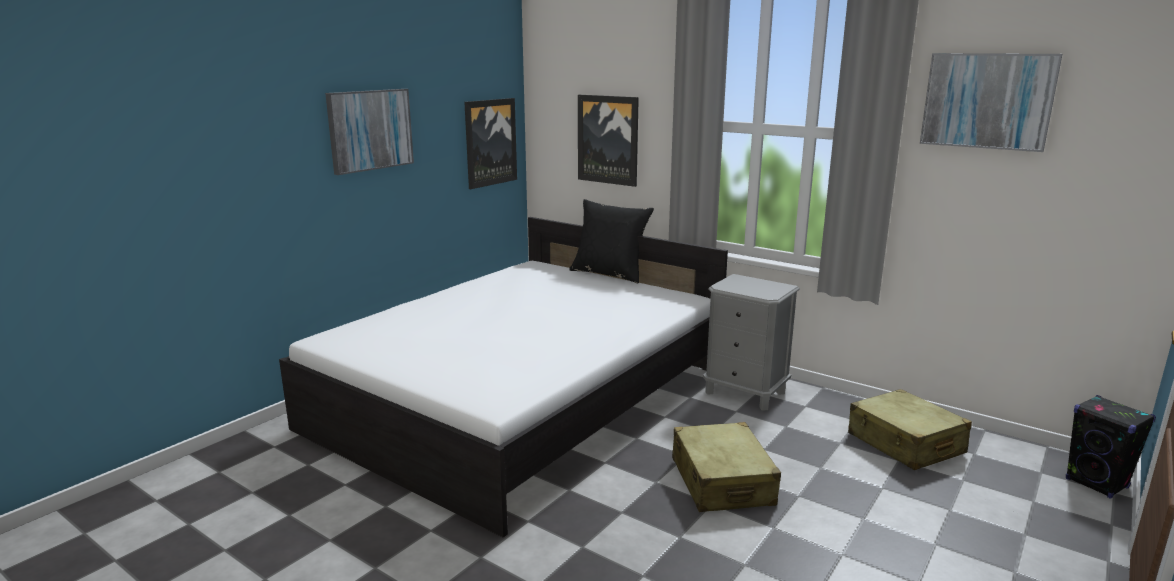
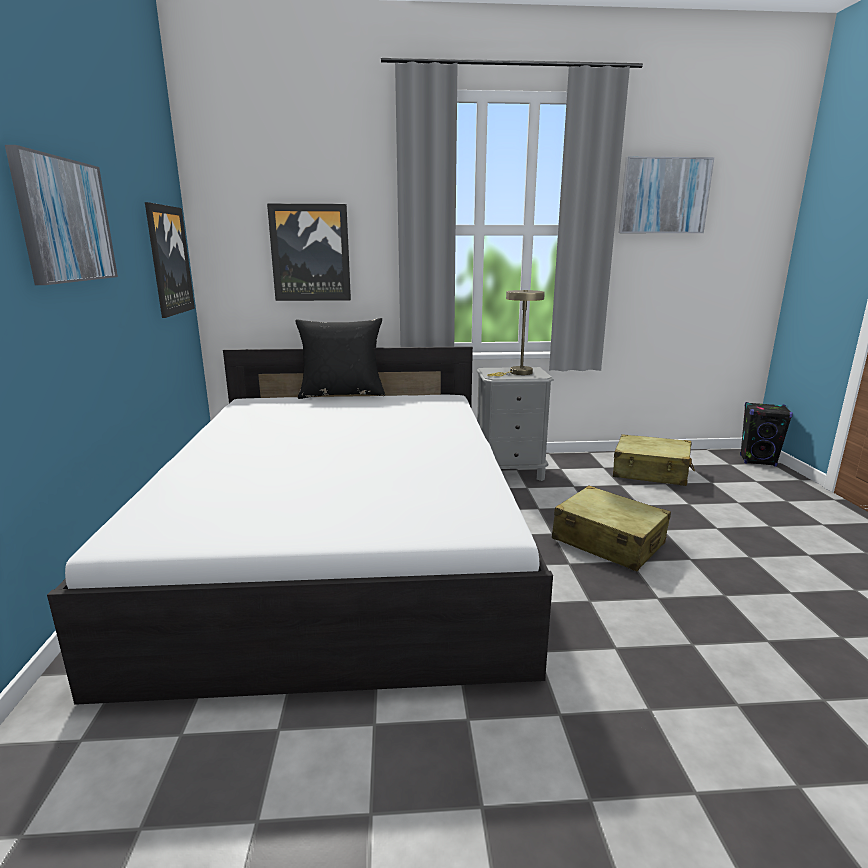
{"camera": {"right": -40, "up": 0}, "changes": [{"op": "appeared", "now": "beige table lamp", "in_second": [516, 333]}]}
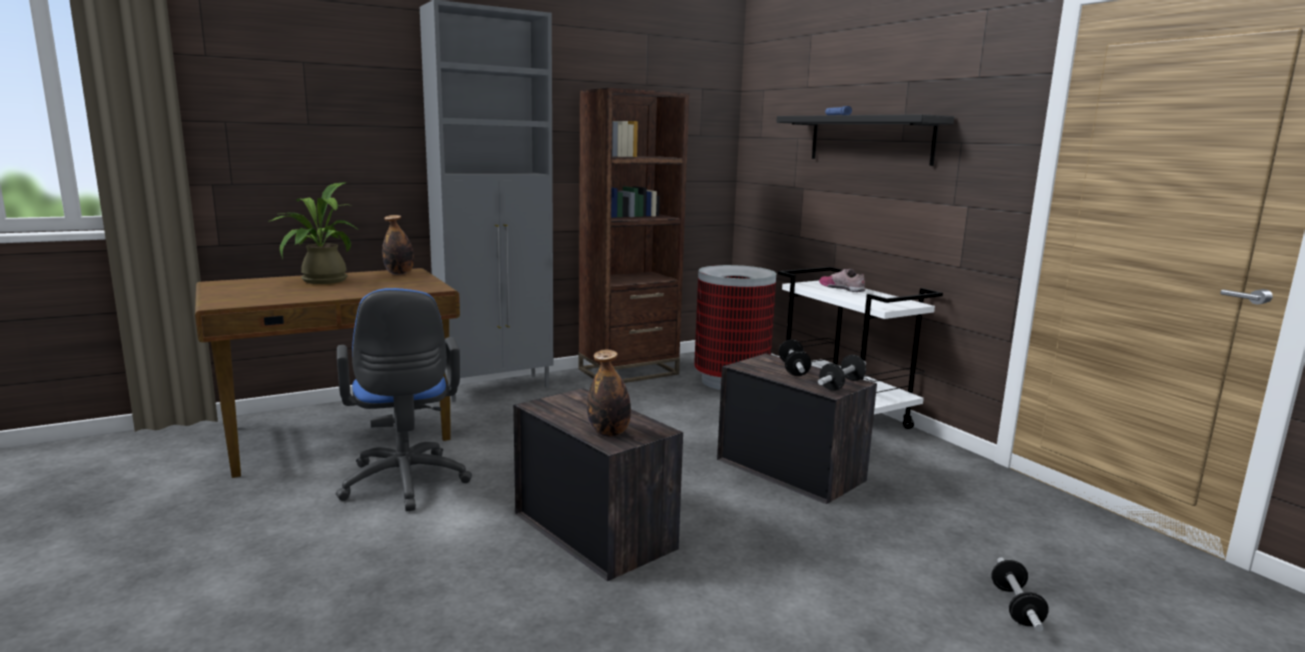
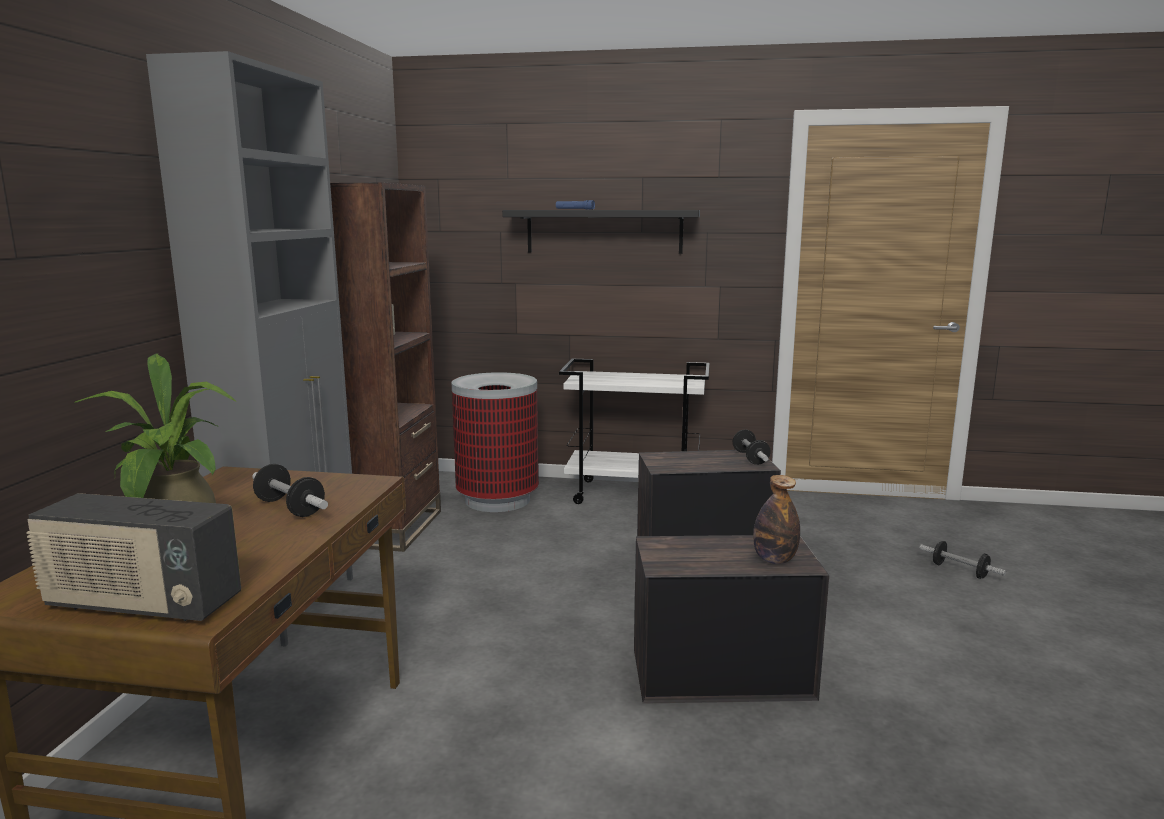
{"camera": {"right": -50, "up": 0}, "changes": [{"op": "appeared", "now": "radio", "in_second": [133, 557]}, {"op": "relocated", "was": "dumbbell", "in_first": [795, 357], "in_second": [290, 490]}, {"op": "missing", "was": "blue office chair", "in_first": [404, 399]}, {"op": "missing", "was": "bottle", "in_first": [398, 245]}, {"op": "missing", "was": "shoe", "in_first": [842, 280]}]}
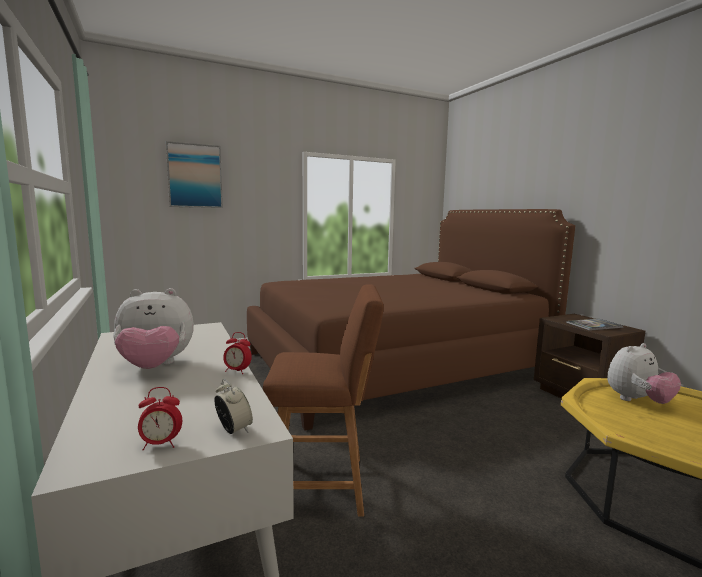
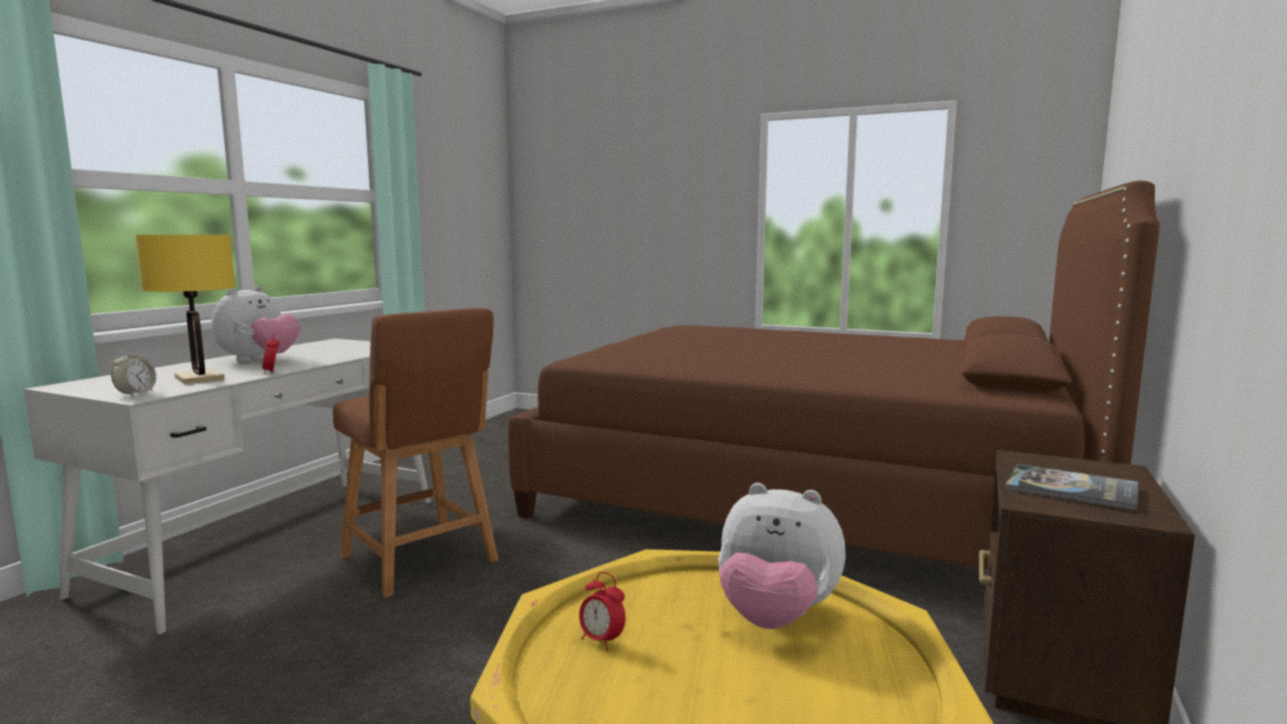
{"camera": {"right": 50, "up": 0}, "changes": [{"op": "appeared", "now": "yellow table lamp", "in_second": [185, 309]}, {"op": "spun", "was": "plush toy", "in_first": [153, 328], "in_second": [256, 324], "clockwise": -105}, {"op": "relocated", "was": "alarm clock", "in_first": [160, 419], "in_second": [602, 611]}, {"op": "missing", "was": "picture", "in_first": [194, 174]}]}
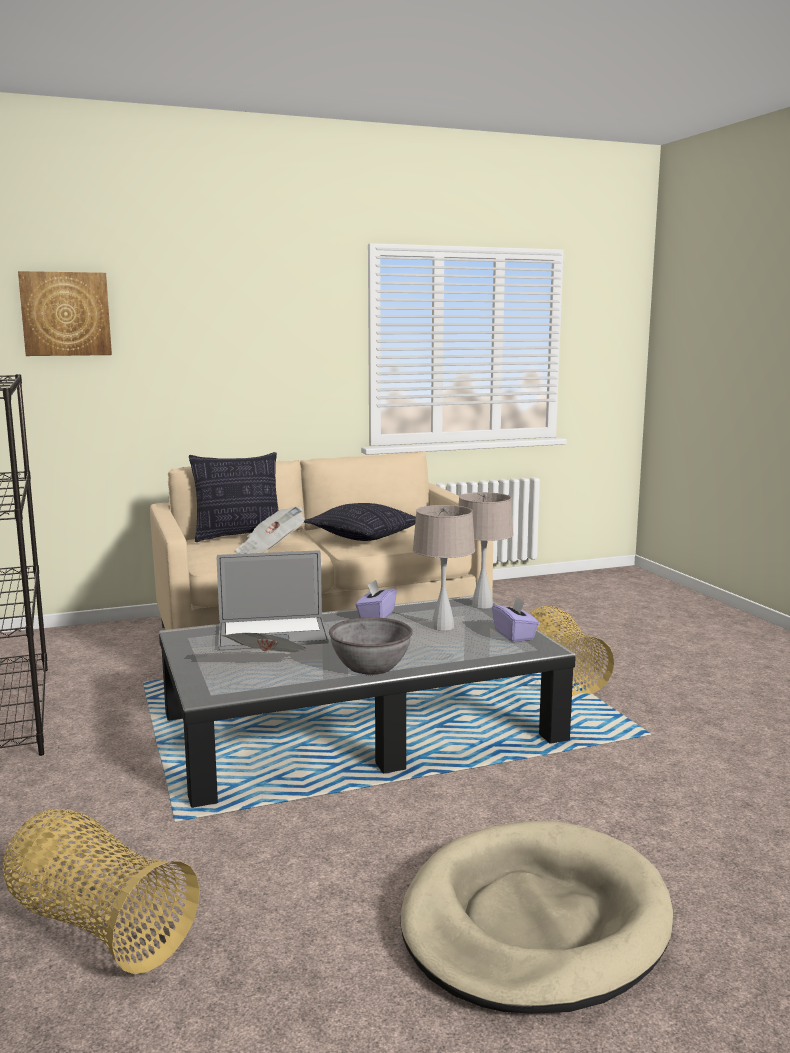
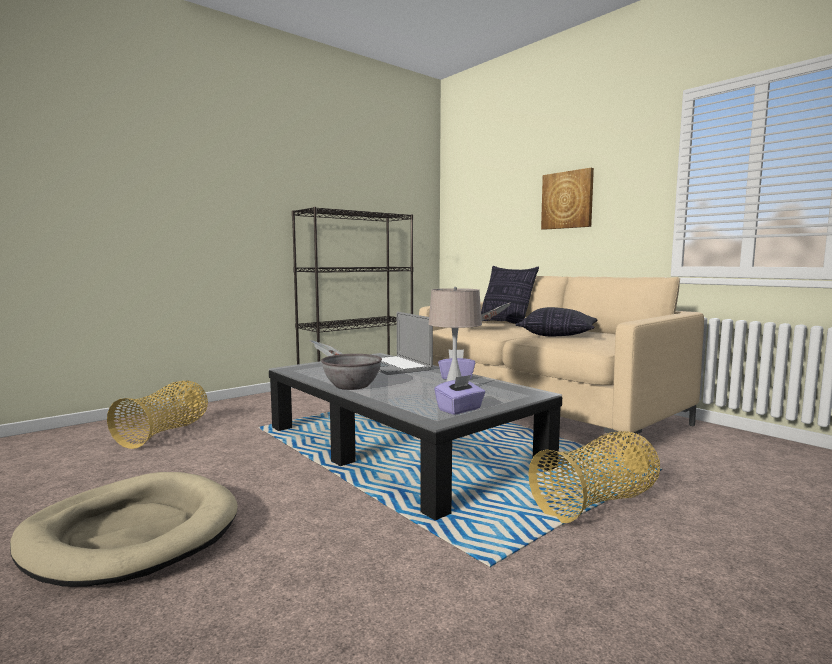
{"camera": {"right": 70, "up": -5}, "changes": [{"op": "relocated", "was": "picture", "in_first": [65, 313], "in_second": [567, 199]}, {"op": "missing", "was": "beige table lamp", "in_first": [485, 550]}]}
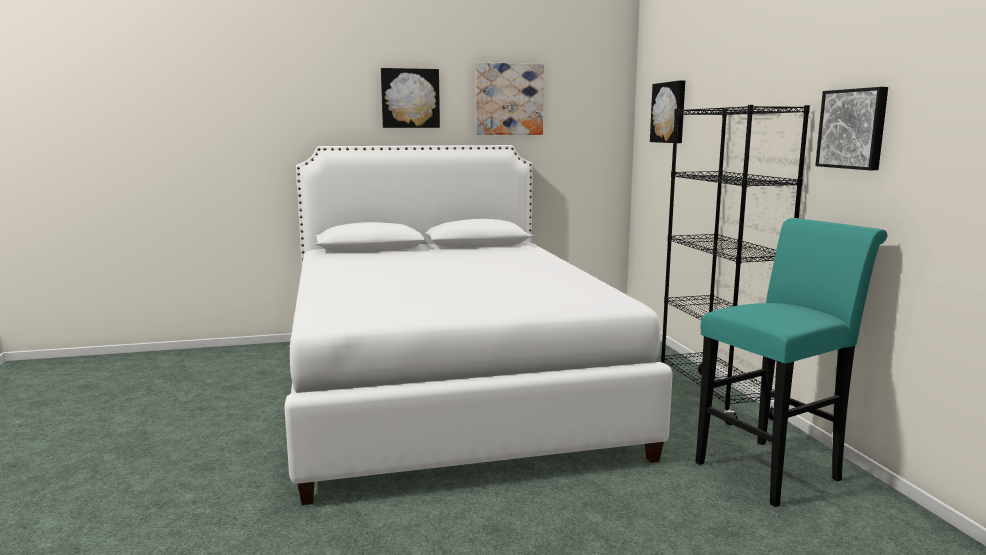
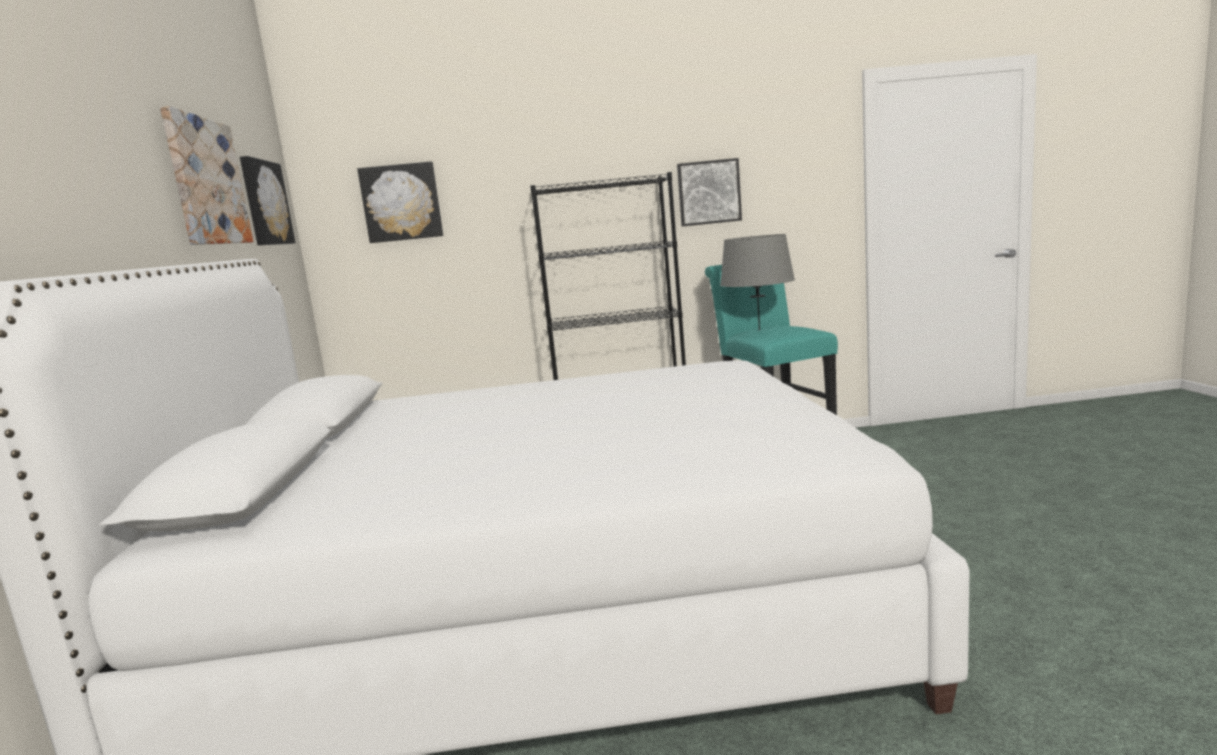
{"camera": {"right": -80, "up": 0}, "changes": [{"op": "relocated", "was": "picture", "in_first": [410, 98], "in_second": [267, 200]}, {"op": "appeared", "now": "grey table lamp", "in_second": [757, 282]}]}
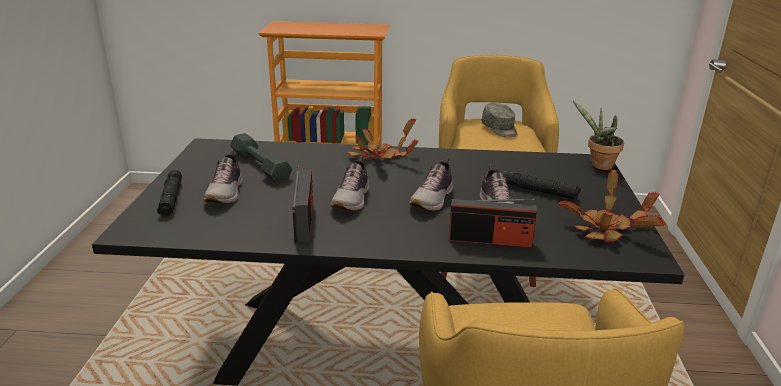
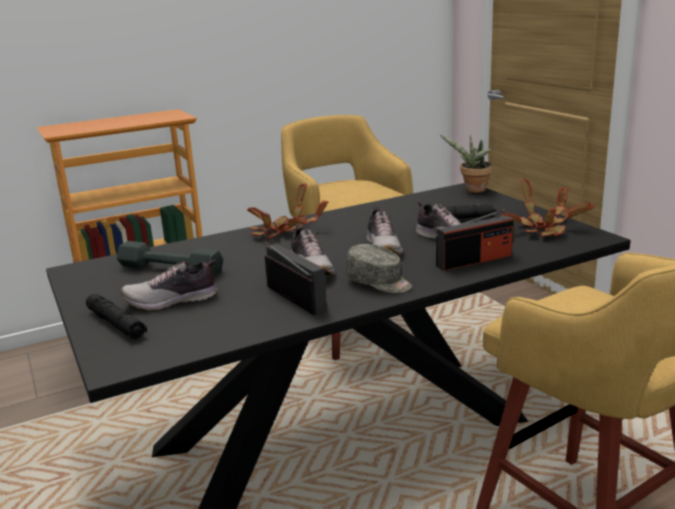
{"camera": {"right": -30, "up": -5}, "changes": [{"op": "spun", "was": "shoe", "in_first": [223, 176], "in_second": [169, 285], "clockwise": 105}, {"op": "relocated", "was": "grey cap", "in_first": [499, 120], "in_second": [379, 268]}]}
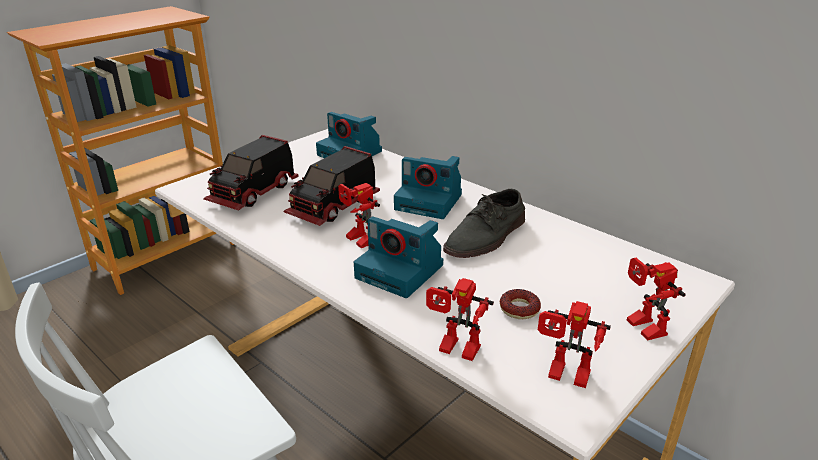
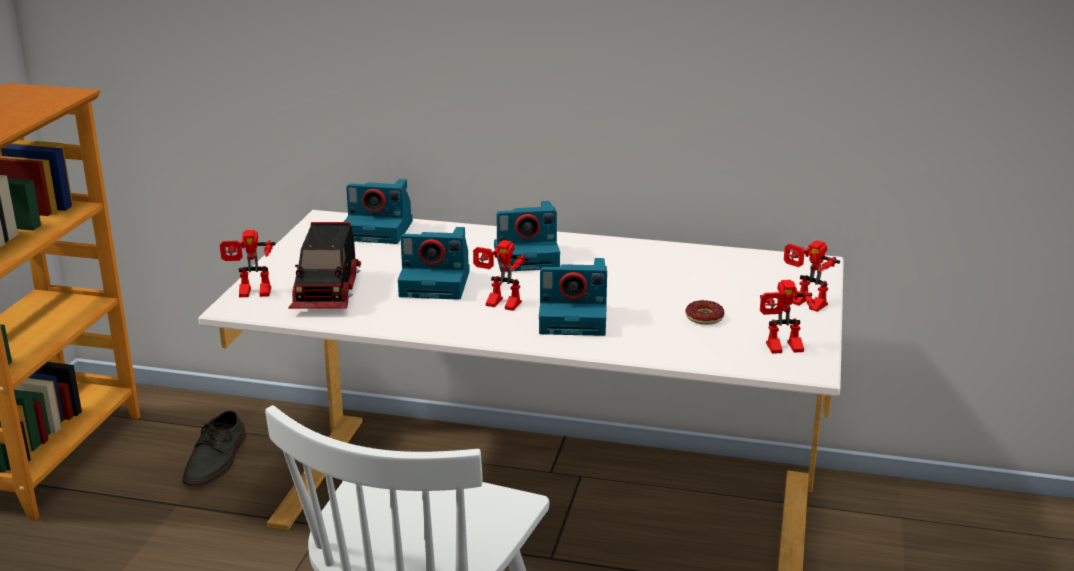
{"camera": {"right": -30, "up": -5}, "changes": [{"op": "relocated", "was": "grey shoe", "in_first": [484, 223], "in_second": [214, 448]}, {"op": "relocated", "was": "toy robot", "in_first": [460, 319], "in_second": [247, 263]}, {"op": "exchanged", "was": "toy truck", "now": "photo camera", "in_first": [331, 186], "in_second": [434, 263]}]}
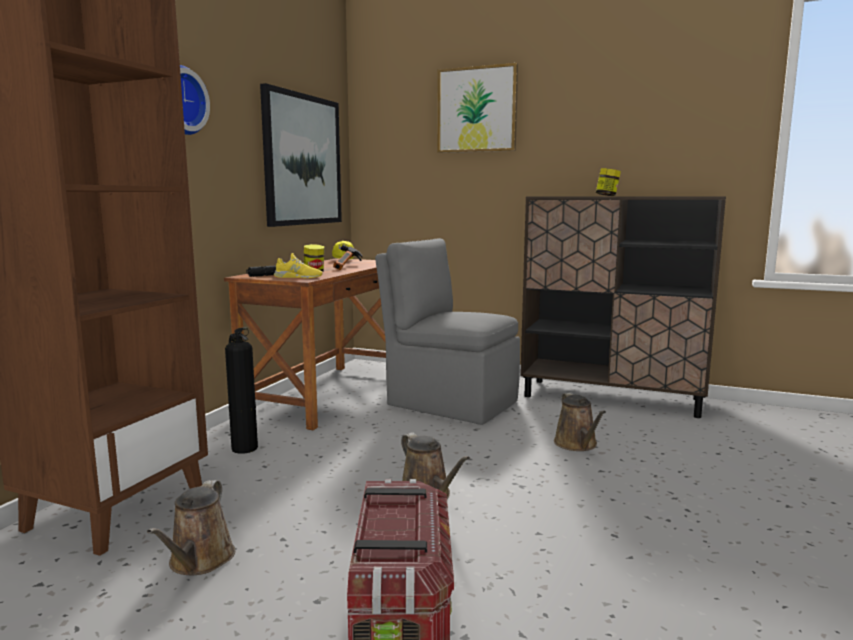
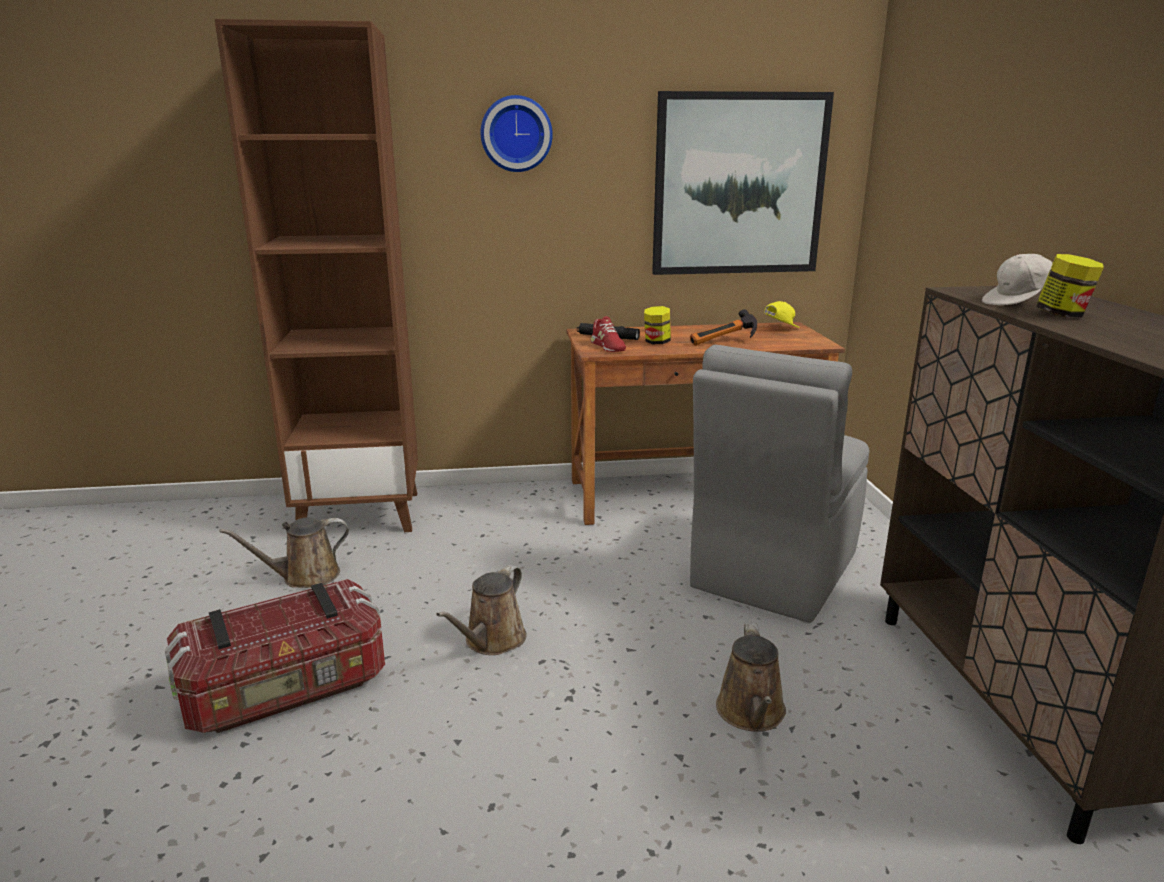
{"camera": {"right": 60, "up": 10}, "changes": [{"op": "colour", "was": "yellow shoe", "now": "red shoe", "in_first": [298, 265], "in_second": [608, 334]}, {"op": "spun", "was": "grey chair", "in_first": [447, 331], "in_second": [779, 484], "clockwise": -150}, {"op": "spun", "was": "brown watering can", "in_first": [580, 421], "in_second": [751, 678], "clockwise": -45}, {"op": "appeared", "now": "white cap", "in_second": [1017, 279]}, {"op": "missing", "was": "fire extinguisher", "in_first": [241, 390]}, {"op": "missing", "was": "picture", "in_first": [477, 108]}]}
